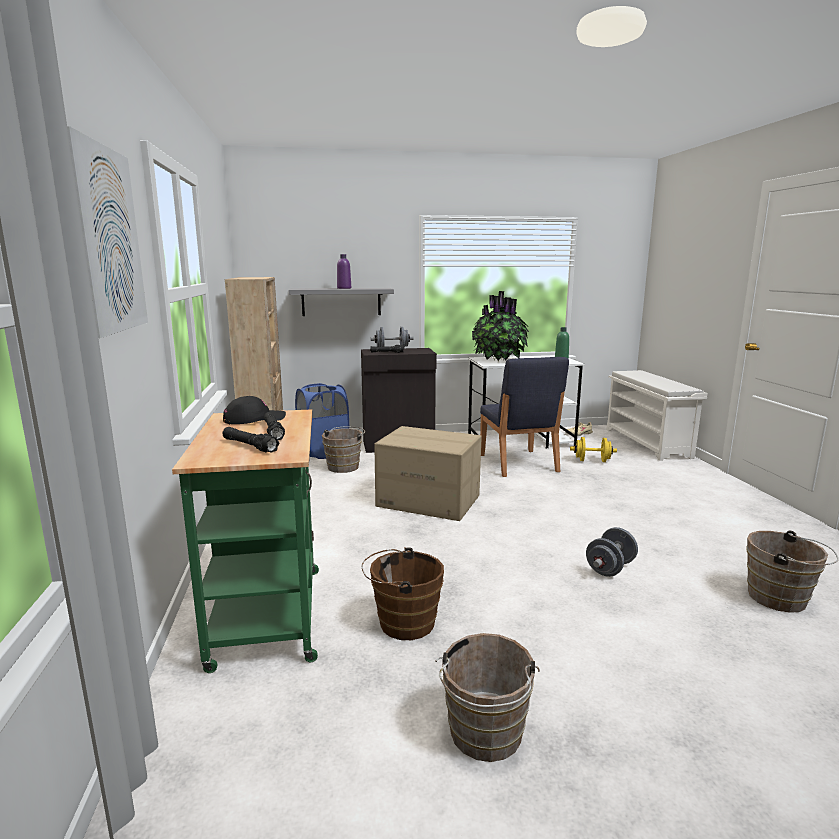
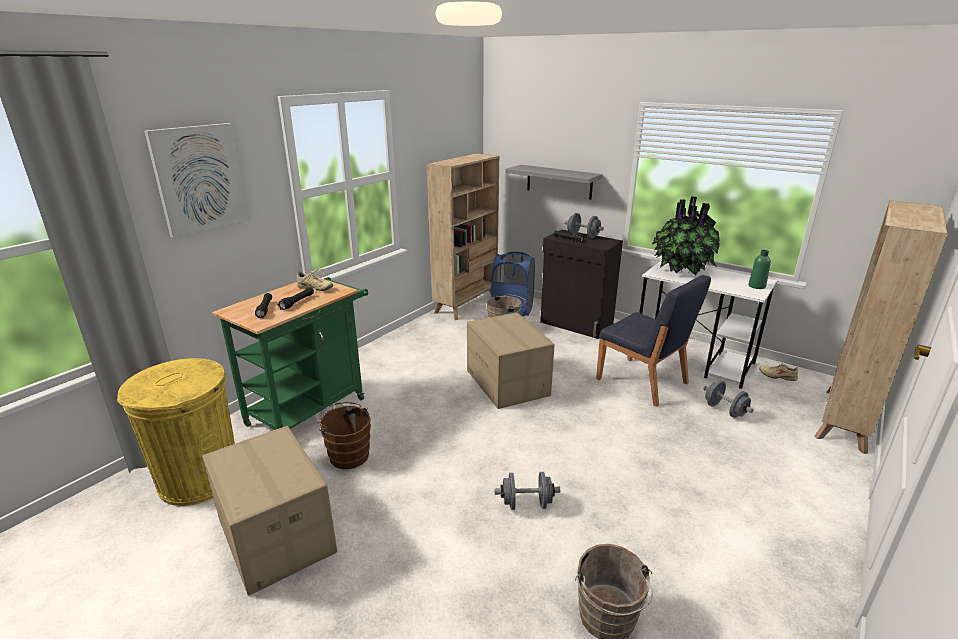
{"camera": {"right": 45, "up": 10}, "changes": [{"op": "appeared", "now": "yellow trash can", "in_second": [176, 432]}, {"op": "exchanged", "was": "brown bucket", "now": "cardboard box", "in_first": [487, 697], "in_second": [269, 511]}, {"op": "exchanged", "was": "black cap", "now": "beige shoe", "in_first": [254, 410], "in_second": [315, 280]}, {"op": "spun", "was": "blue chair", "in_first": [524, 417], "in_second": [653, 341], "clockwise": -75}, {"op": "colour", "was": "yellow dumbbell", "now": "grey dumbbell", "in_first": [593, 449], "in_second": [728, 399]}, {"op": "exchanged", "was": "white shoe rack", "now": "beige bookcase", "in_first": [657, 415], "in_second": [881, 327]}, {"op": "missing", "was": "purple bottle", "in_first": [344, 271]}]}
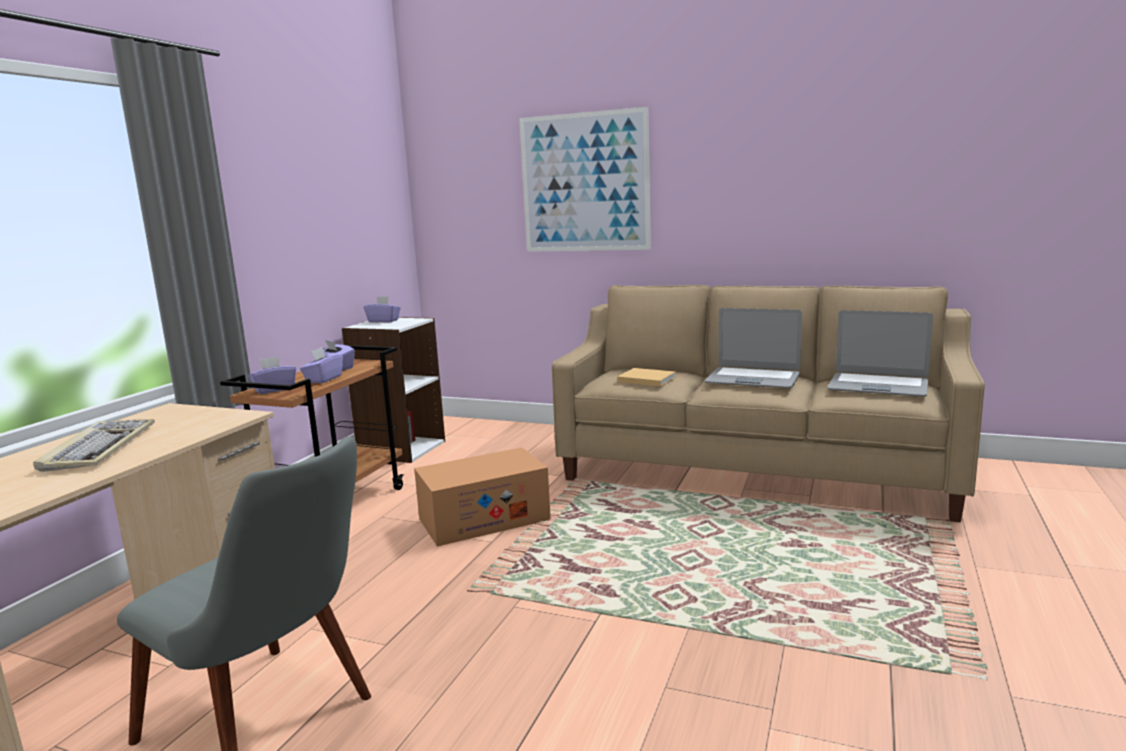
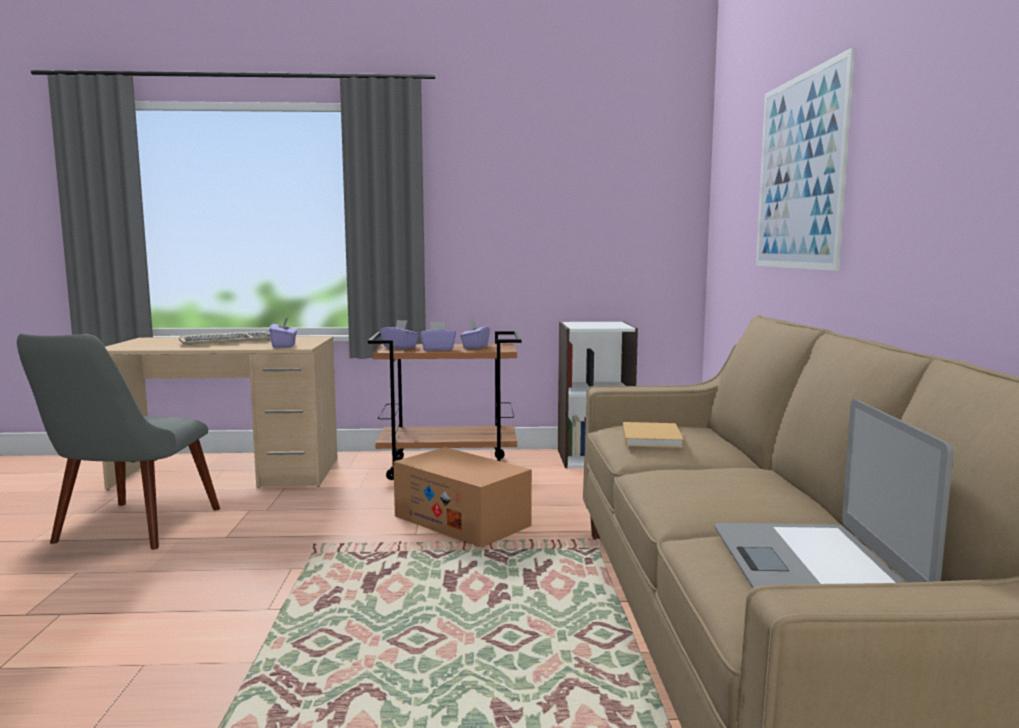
{"camera": {"right": 65, "up": -5}, "changes": [{"op": "relocated", "was": "purple tissue box", "in_first": [382, 309], "in_second": [283, 333]}, {"op": "missing", "was": "laptop", "in_first": [753, 348]}]}
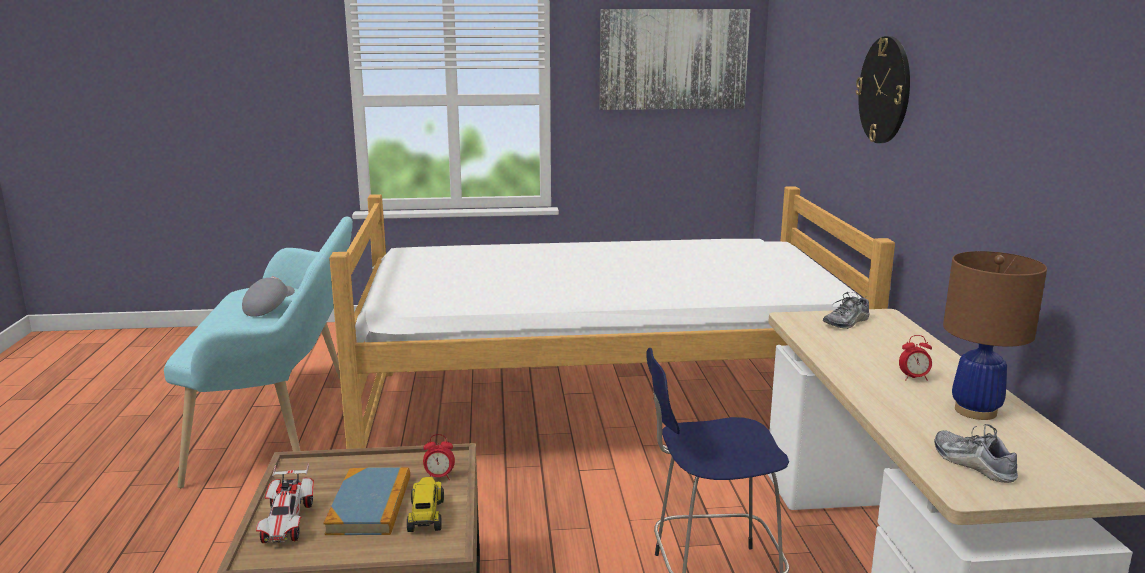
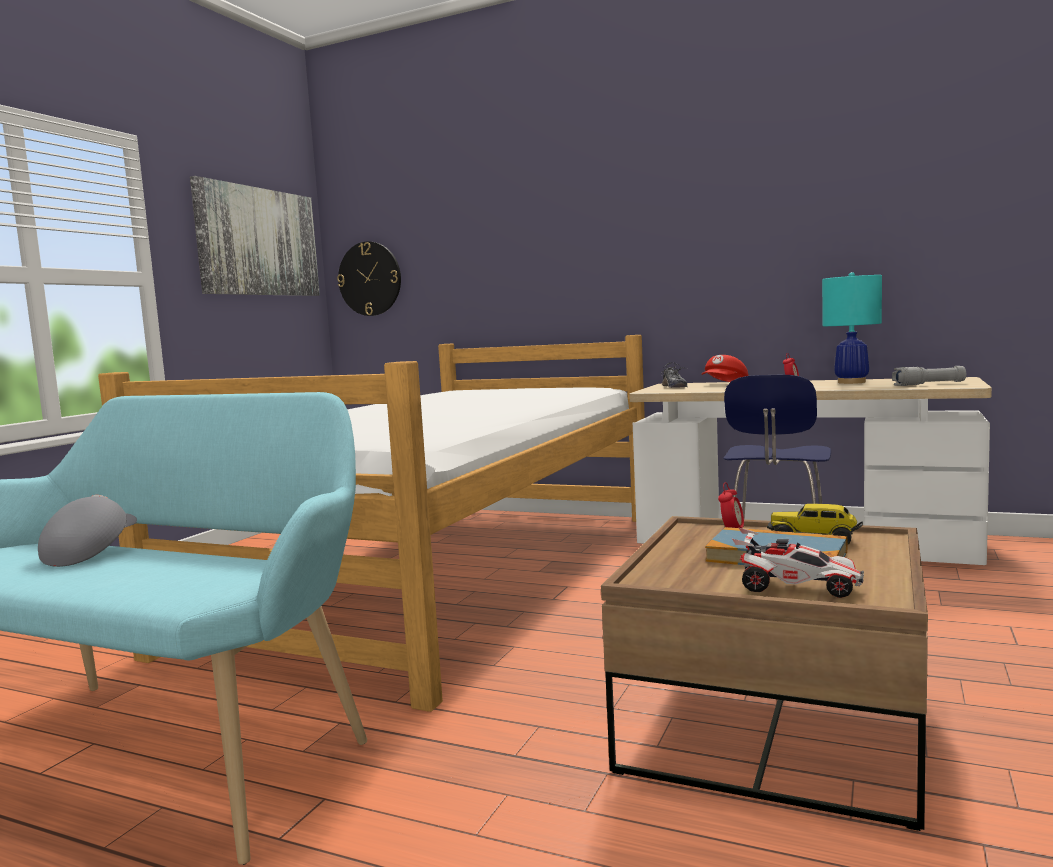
{"camera": {"right": -60, "up": -10}, "changes": [{"op": "spun", "was": "grey cap", "in_first": [268, 297], "in_second": [87, 531], "clockwise": 45}, {"op": "relocated", "was": "wall clock", "in_first": [883, 89], "in_second": [369, 278]}, {"op": "appeared", "now": "red cap", "in_second": [725, 368]}, {"op": "colour", "was": "brown table lamp", "now": "turquoise table lamp", "in_first": [995, 335], "in_second": [852, 328]}, {"op": "exchanged", "was": "shoe", "now": "grey flashlight", "in_first": [976, 453], "in_second": [929, 376]}]}
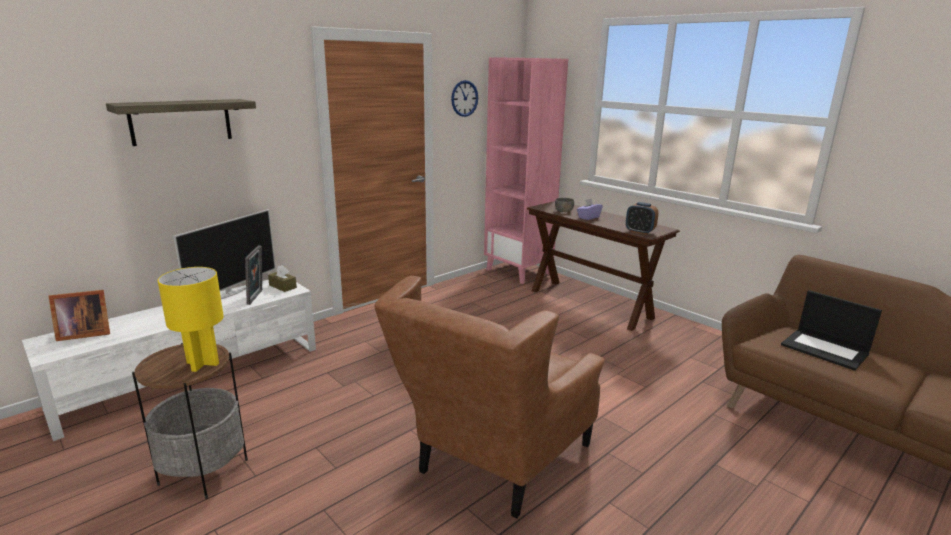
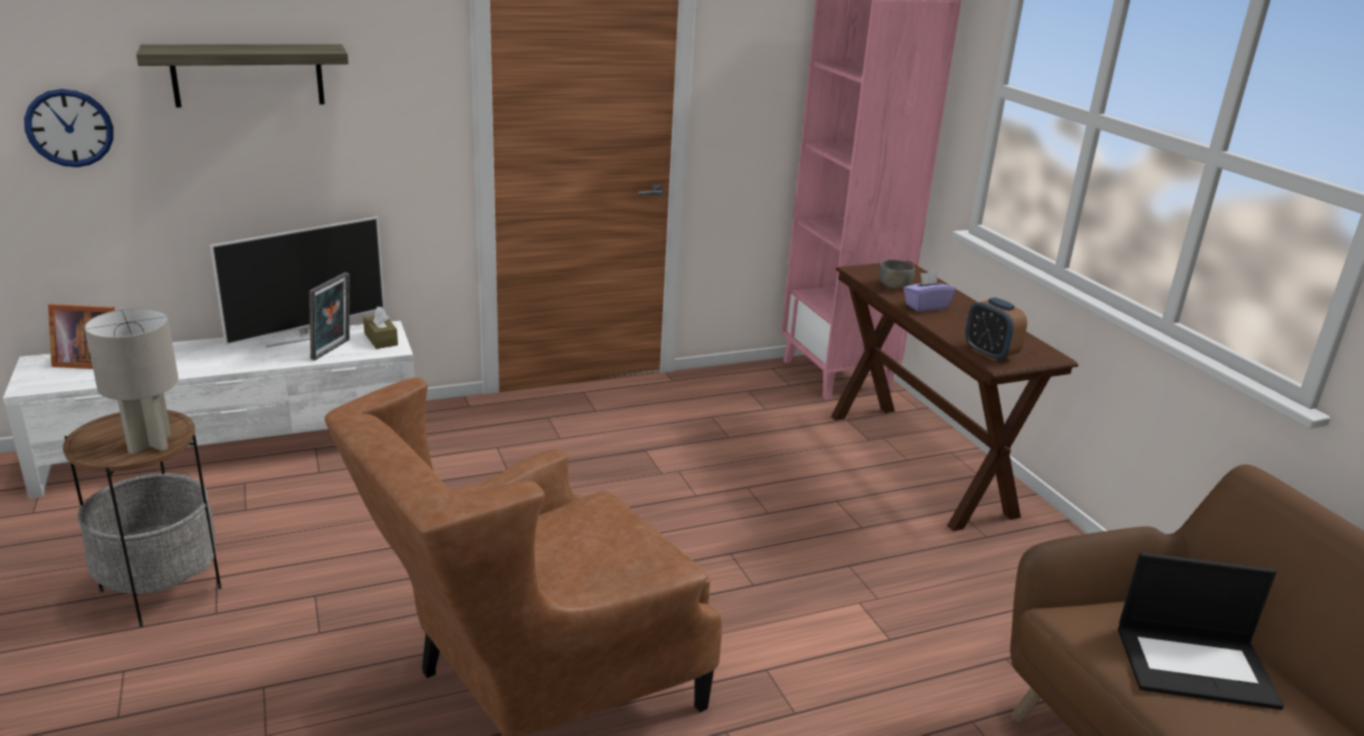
{"camera": {"right": 20, "up": 5}, "changes": [{"op": "relocated", "was": "wall clock", "in_first": [464, 98], "in_second": [69, 128]}, {"op": "colour", "was": "yellow table lamp", "now": "grey table lamp", "in_first": [191, 319], "in_second": [131, 381]}, {"op": "spun", "was": "laptop", "in_first": [831, 330], "in_second": [1201, 631], "clockwise": -60}]}
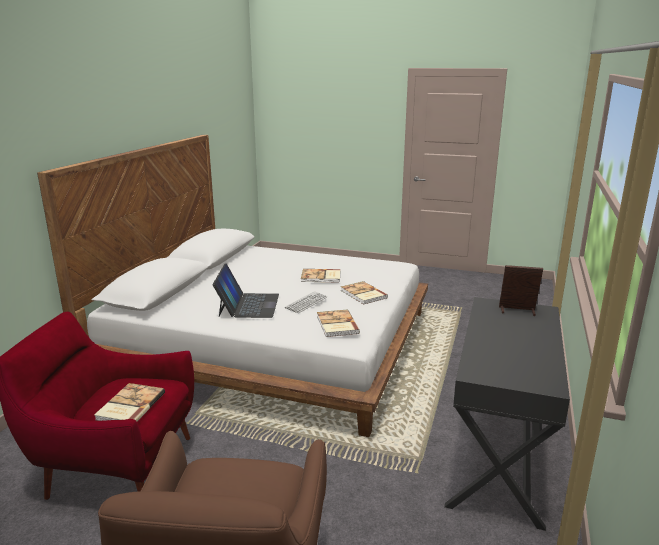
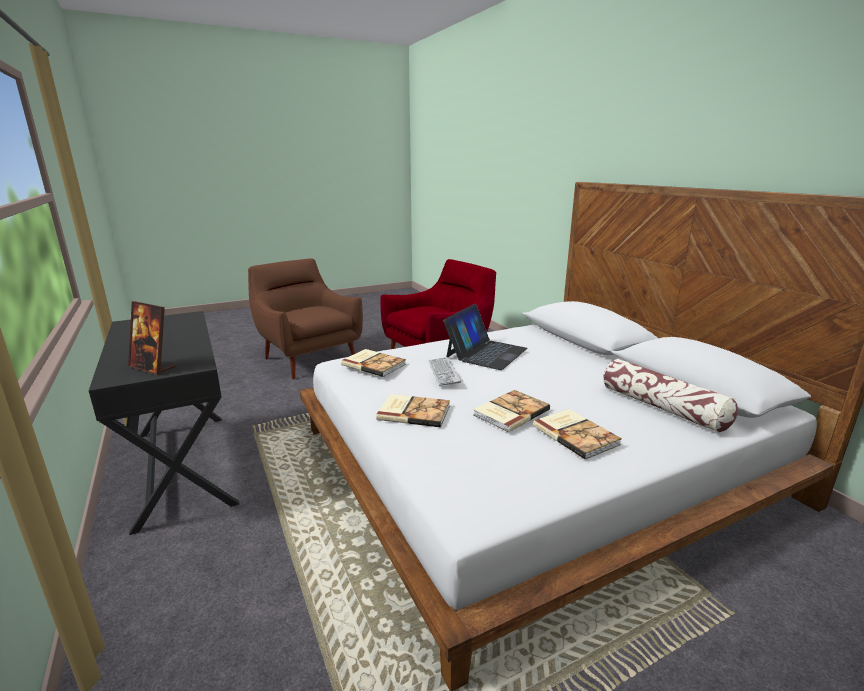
{"camera": {"right": 135, "up": 0}, "changes": [{"op": "spun", "was": "picture frame", "in_first": [521, 290], "in_second": [152, 338], "clockwise": 60}, {"op": "spun", "was": "laptop", "in_first": [246, 290], "in_second": [485, 336], "clockwise": -105}, {"op": "relocated", "was": "book", "in_first": [129, 402], "in_second": [577, 434]}, {"op": "appeared", "now": "pillow", "in_second": [670, 396]}]}
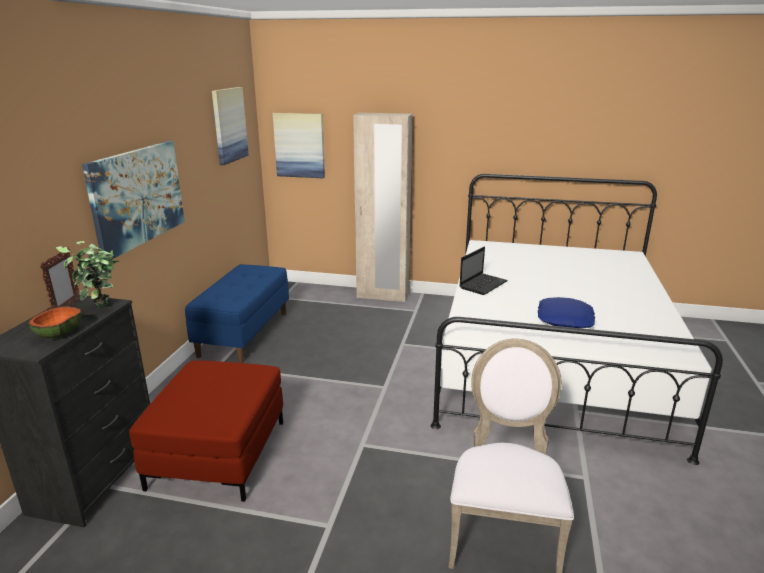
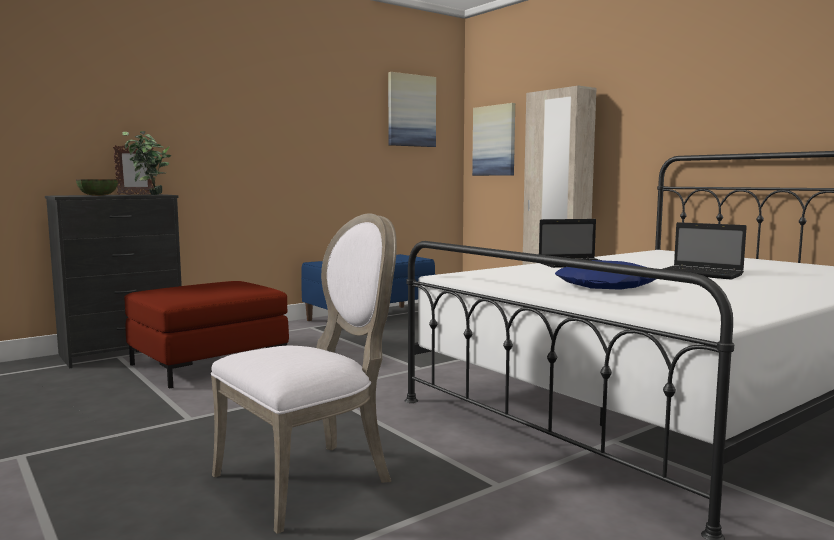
{"camera": {"right": 40, "up": -15}, "changes": [{"op": "appeared", "now": "laptop", "in_second": [705, 251]}, {"op": "missing", "was": "picture", "in_first": [133, 200]}]}
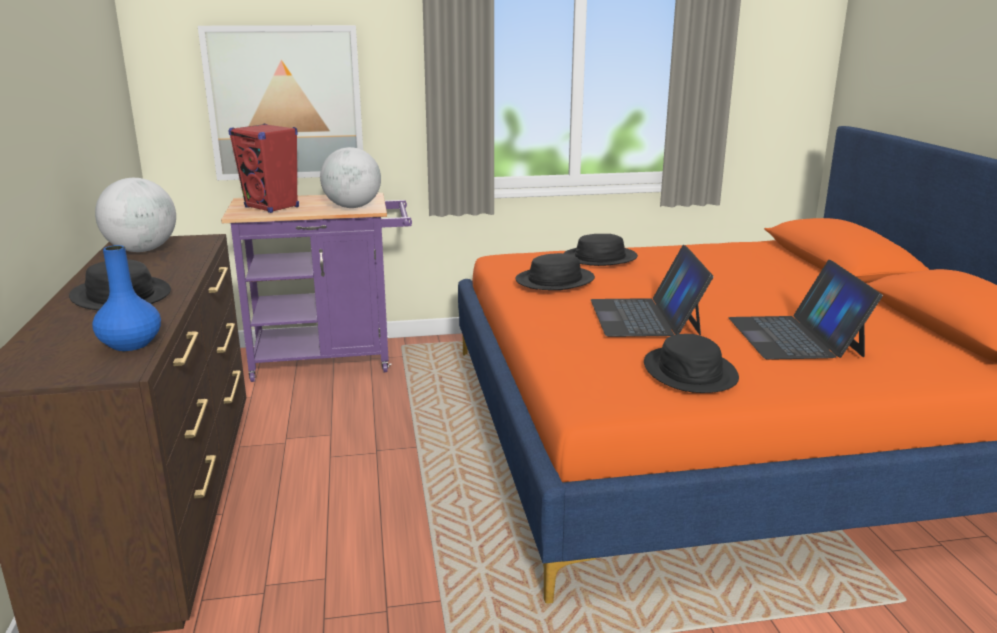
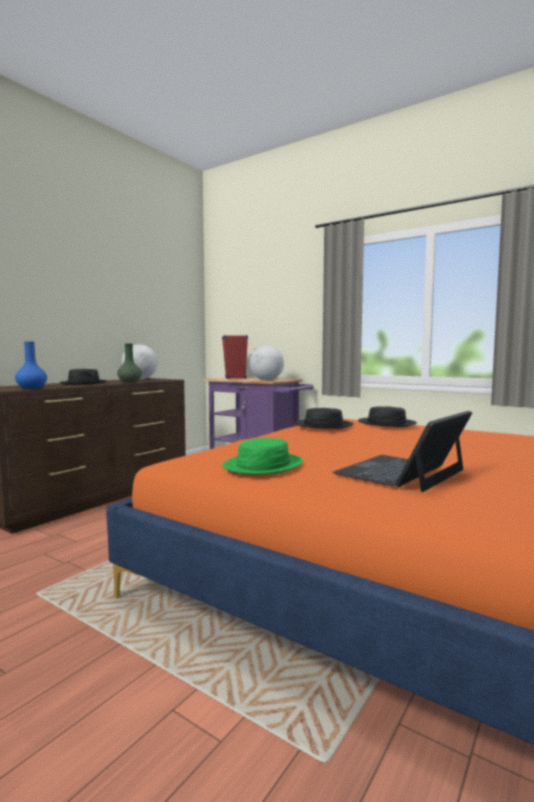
{"camera": {"right": 45, "up": -15}, "changes": [{"op": "appeared", "now": "green vase", "in_second": [129, 363]}, {"op": "colour", "was": "black hat", "now": "green hat", "in_first": [691, 363], "in_second": [263, 456]}, {"op": "missing", "was": "picture", "in_first": [280, 102]}, {"op": "missing", "was": "laptop", "in_first": [652, 291]}]}
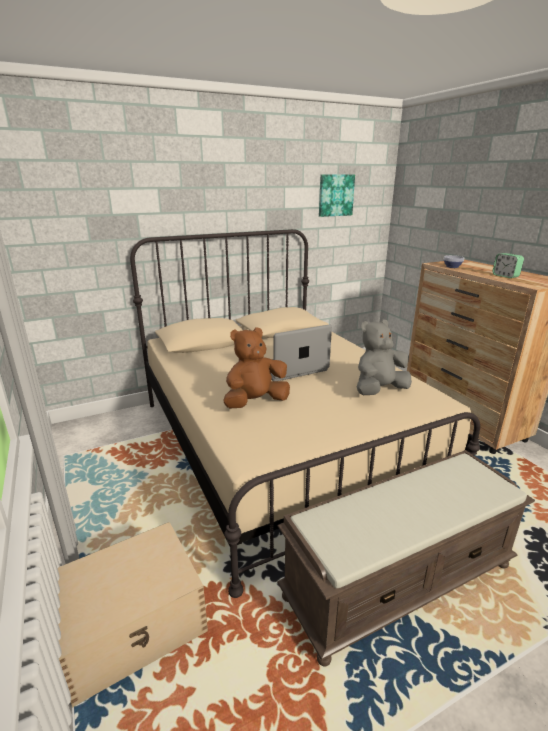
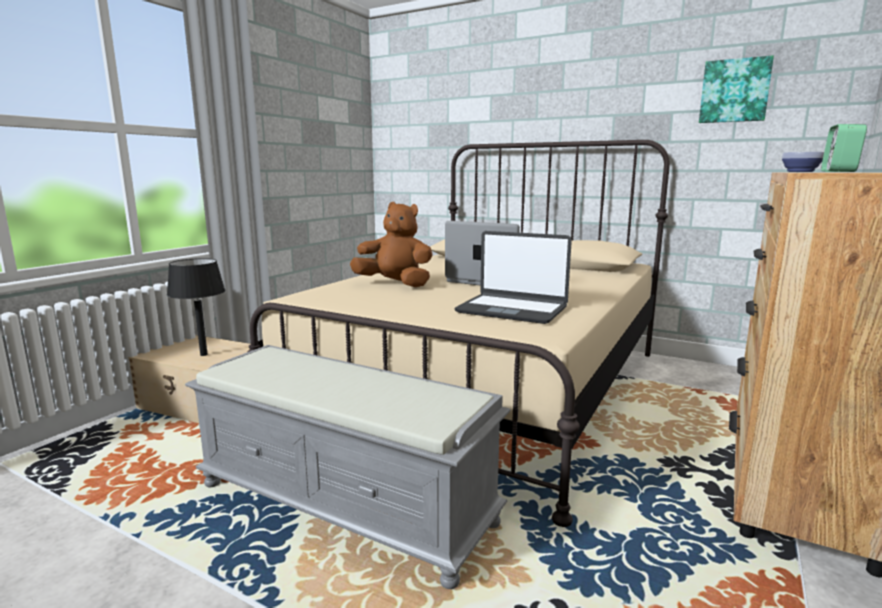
{"camera": {"right": 55, "up": -10}, "changes": [{"op": "appeared", "now": "black table lamp", "in_second": [196, 307]}, {"op": "colour", "was": "brown bench", "now": "grey bench", "in_first": [406, 558], "in_second": [347, 467]}, {"op": "exchanged", "was": "grey plush toy", "now": "laptop", "in_first": [384, 357], "in_second": [513, 277]}]}
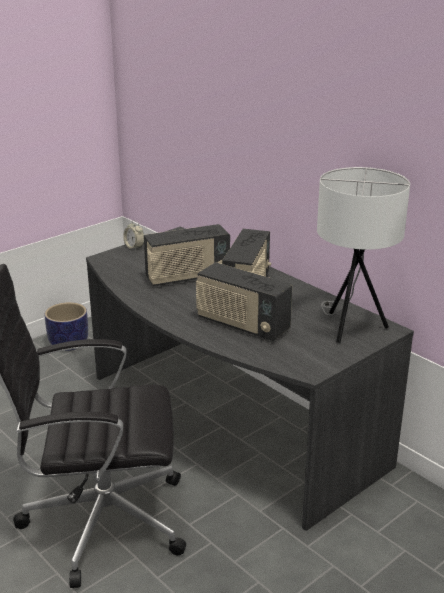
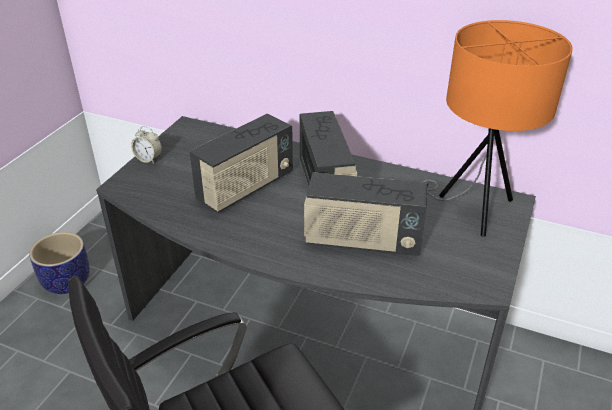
{"camera": {"right": -25, "up": 10}, "changes": [{"op": "colour", "was": "white table lamp", "now": "orange table lamp", "in_first": [363, 255], "in_second": [497, 128]}]}
